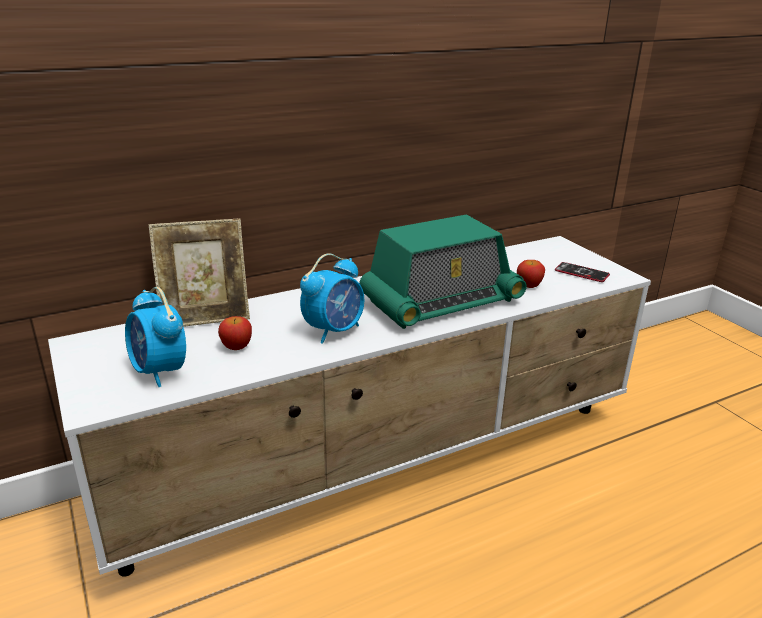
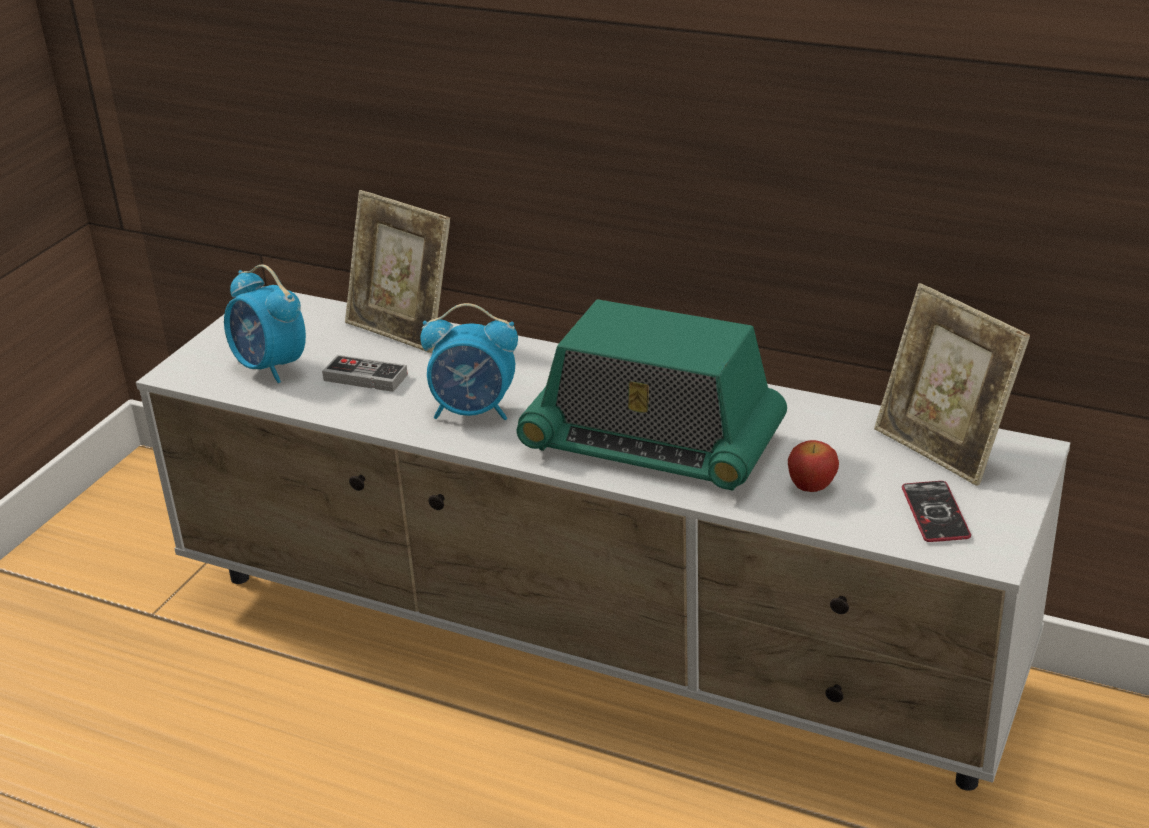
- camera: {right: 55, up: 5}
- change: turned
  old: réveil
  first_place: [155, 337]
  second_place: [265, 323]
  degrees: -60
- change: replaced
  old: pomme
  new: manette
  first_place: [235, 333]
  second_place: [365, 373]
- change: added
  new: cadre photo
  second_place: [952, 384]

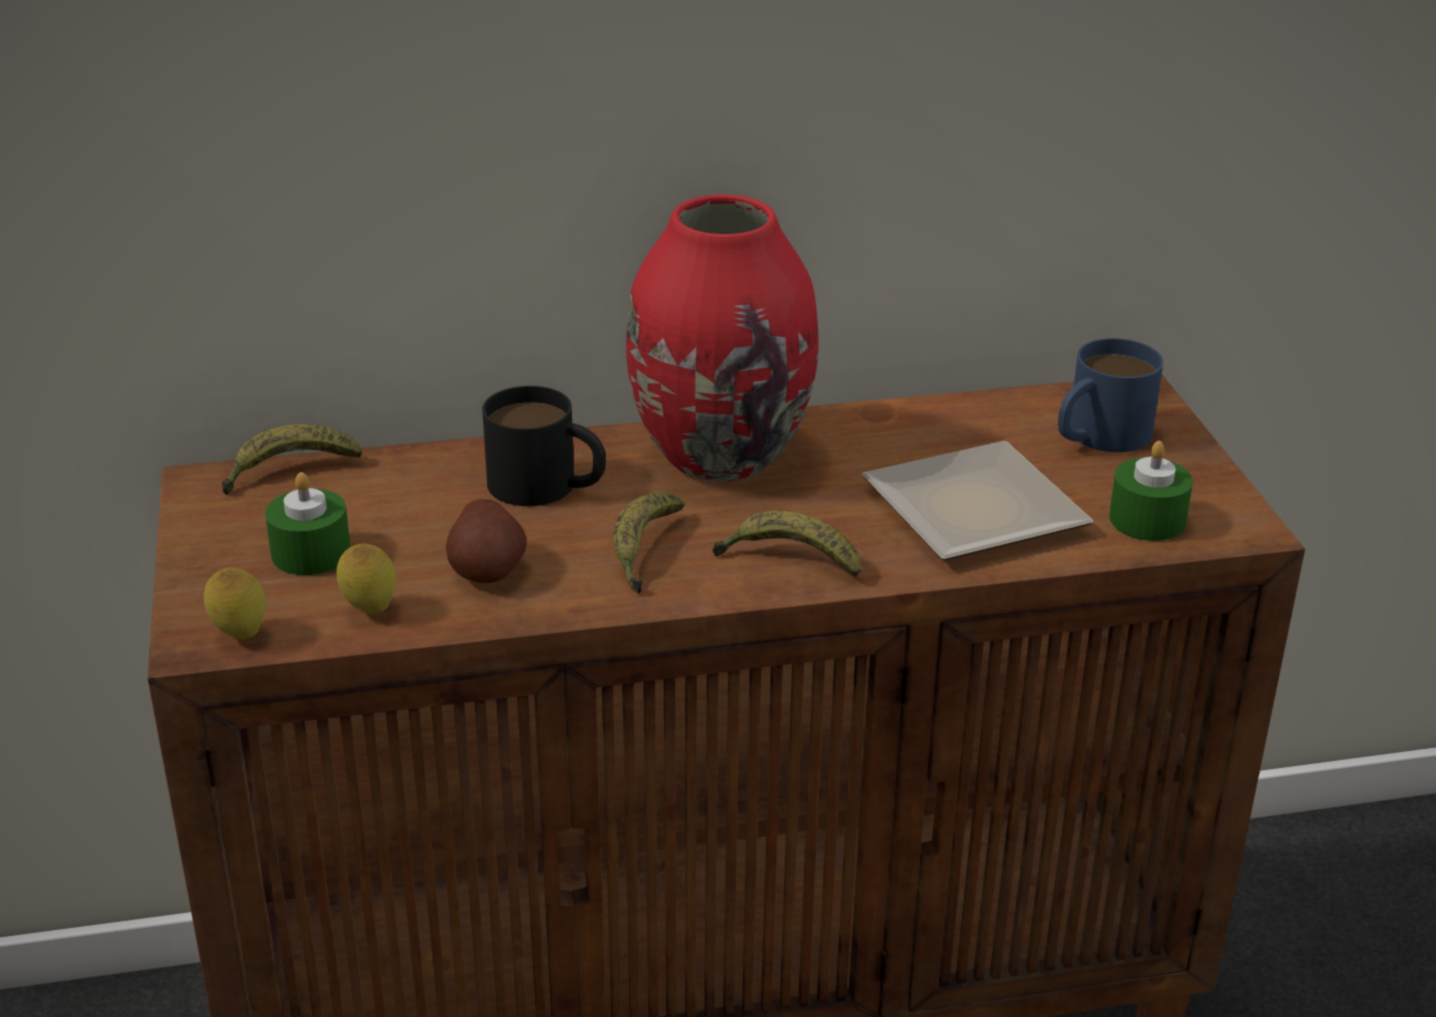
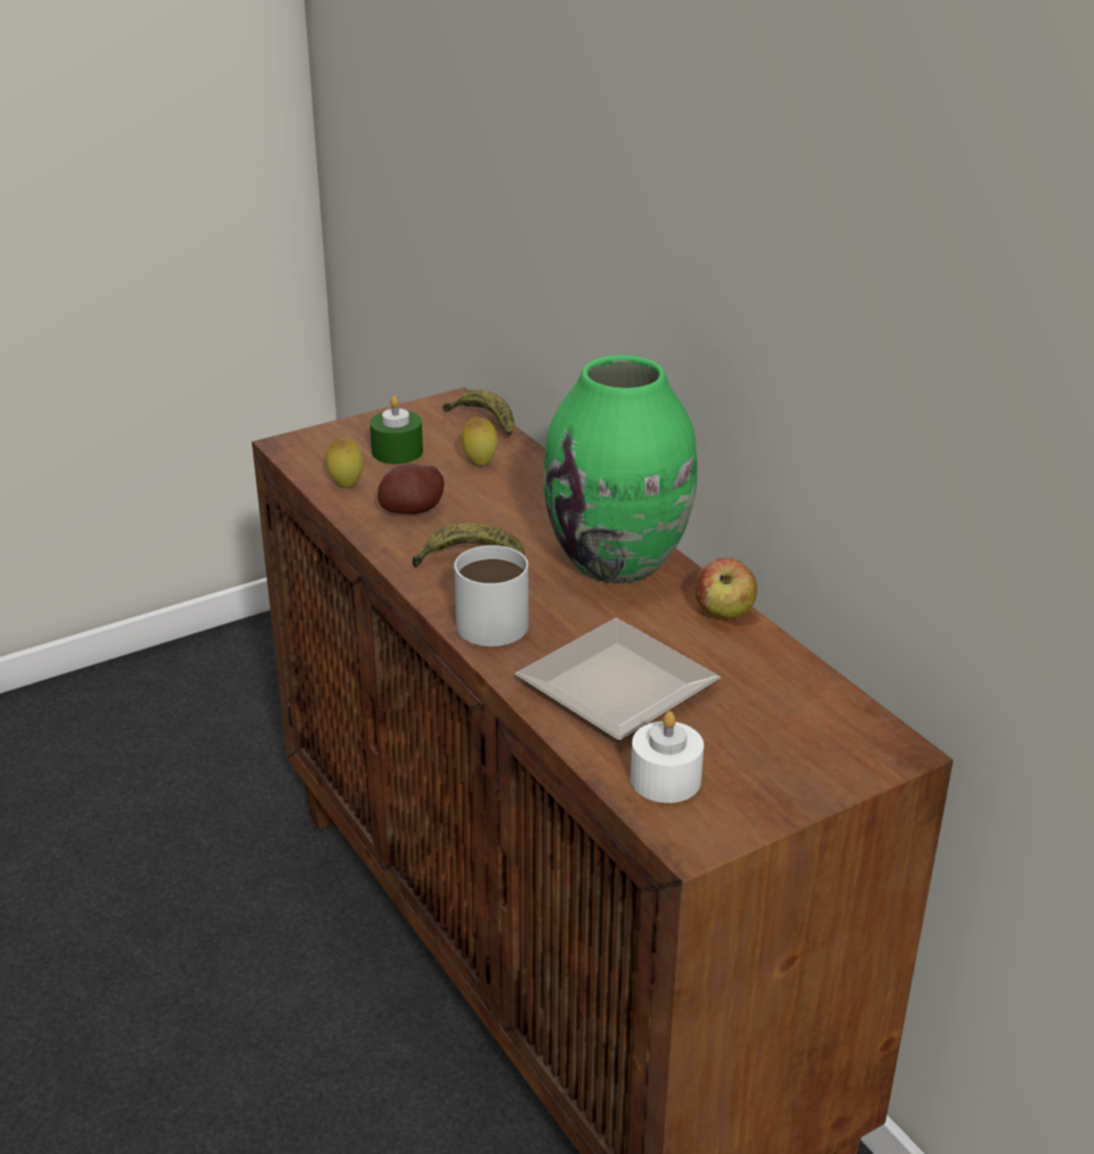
- camera: {right: 70, up: 0}
- change: replaced
  old: banane
  new: mug (blanc)
  first_place: [786, 543]
  second_place: [491, 595]
- change: moved
  old: citron
  first_place: [235, 603]
  second_place: [479, 441]
- change: recoloured
  old: vase (rouge)
  new: vase (vert)
  first_place: [722, 338]
  second_place: [620, 469]
- change: recoloured
  old: bougie (vert)
  new: bougie (blanc)
  first_place: [1151, 491]
  second_place: [667, 757]
- change: added
  new: pomme
  second_place: [726, 588]
- change: removed
  old: mug (noir)
  first_place: [544, 446]
- change: removed
  old: mug (bleu)
  first_place: [1110, 395]

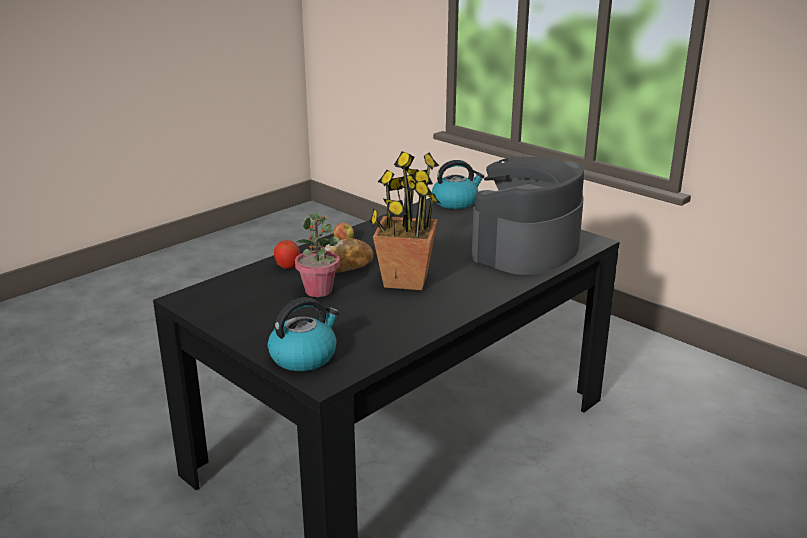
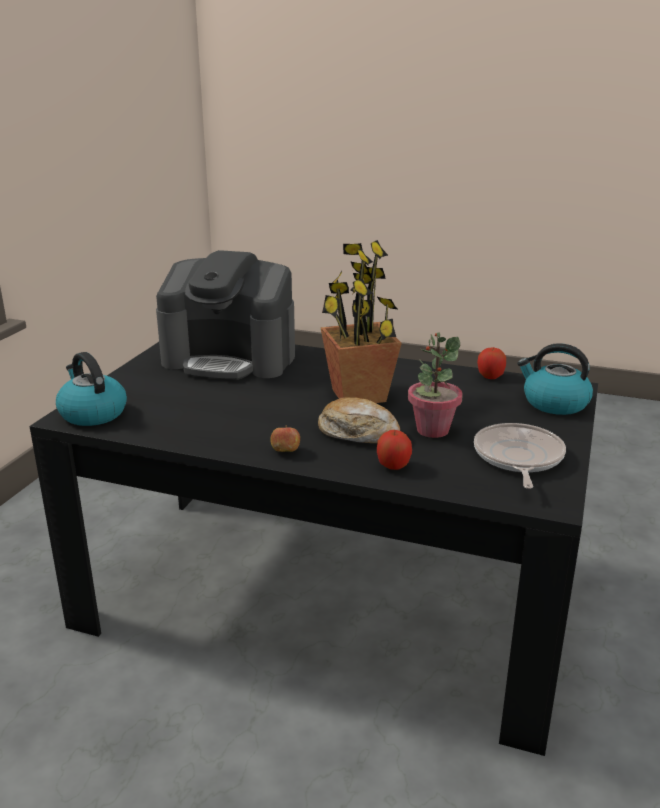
- camera: {right: -115, up: 0}
- change: added
  new: poêle
  second_place: [520, 456]
- change: added
  new: pomme
  second_place: [491, 363]

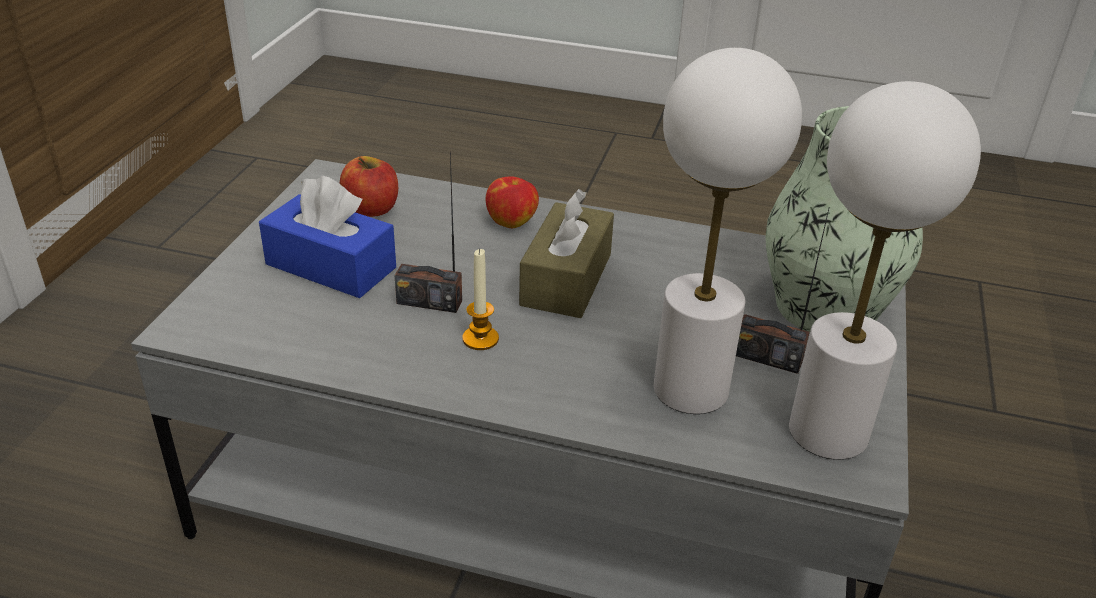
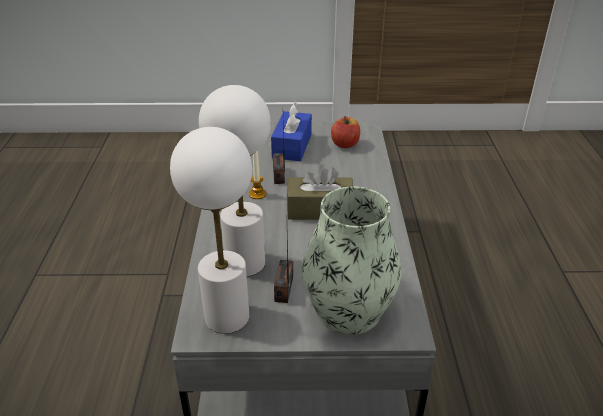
- camera: {right: 75, up: 0}
- change: removed
  old: pomme
  first_place: [512, 202]

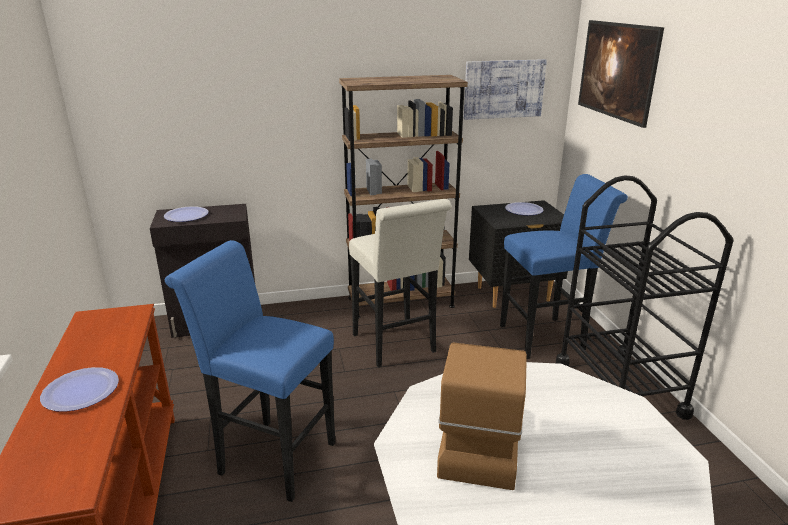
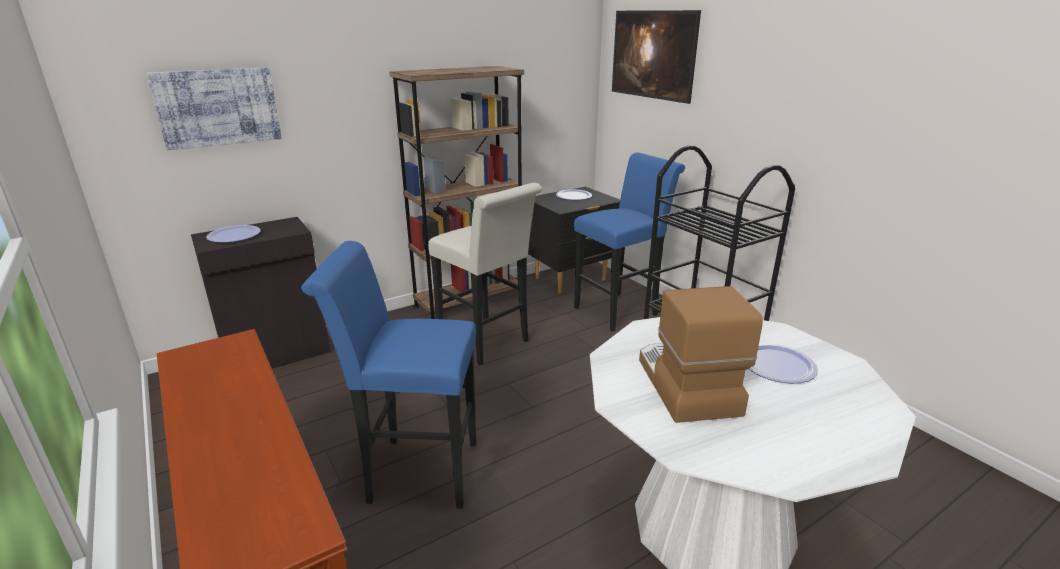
- camera: {right: -20, up: 0}
- change: moved
  old: tableau
  first_place: [505, 89]
  second_place: [214, 108]
- change: moved
  old: assiette
  first_place: [79, 389]
  second_place: [783, 363]

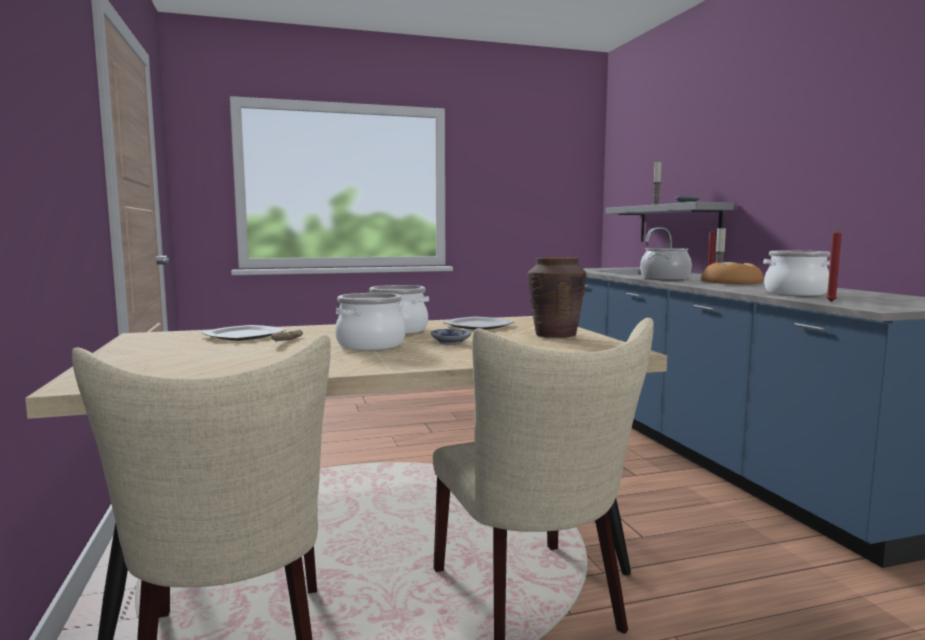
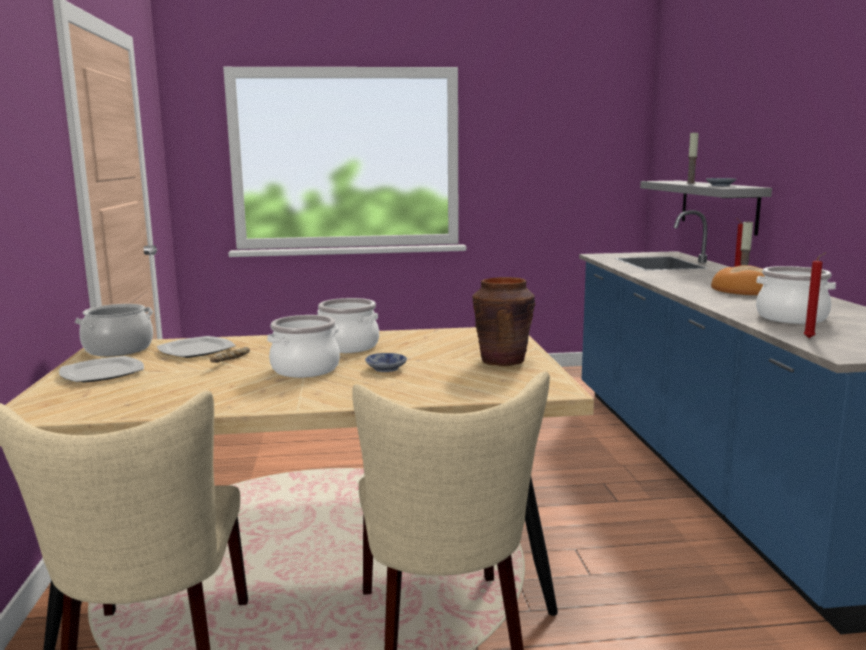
- camera: {right: 10, up: 5}
- change: moved
  old: assiette
  first_place: [478, 323]
  second_place: [101, 369]
- change: moved
  old: marmite
  first_place: [666, 264]
  second_place: [114, 330]

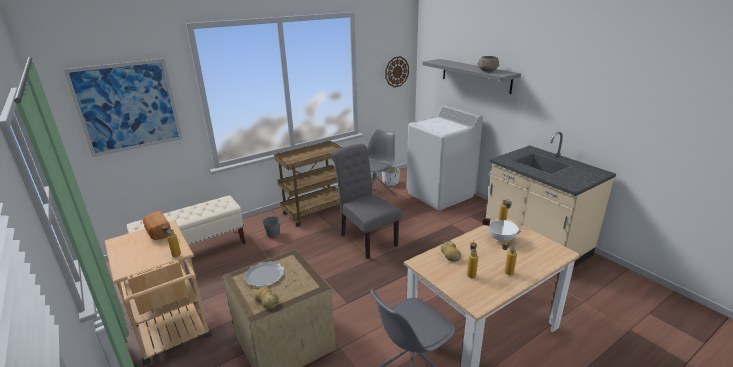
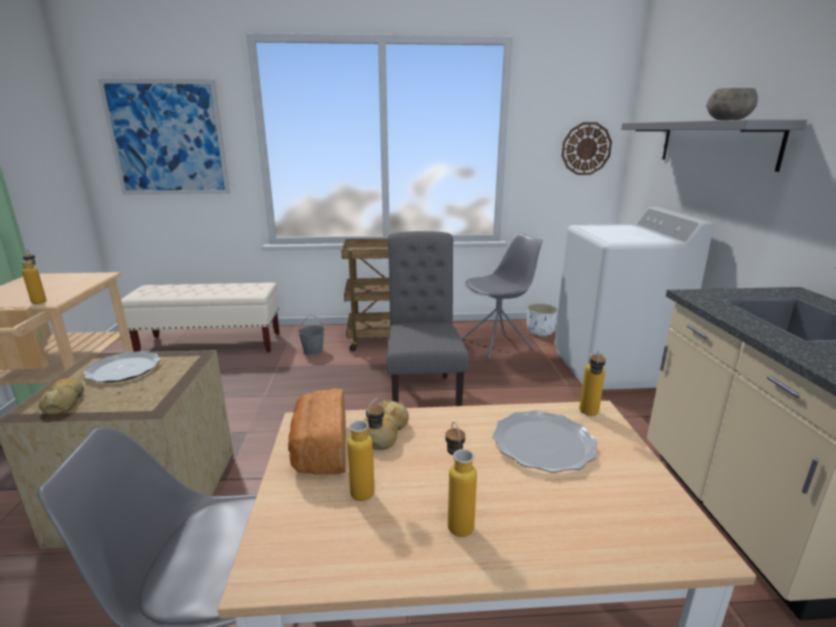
- camera: {right: 30, up: -5}
- change: moved
  old: pain
  first_place: [157, 225]
  second_place: [317, 431]
- change: replaced
  old: marmite (blanc)
  new: assiette
  first_place: [502, 230]
  second_place: [544, 441]

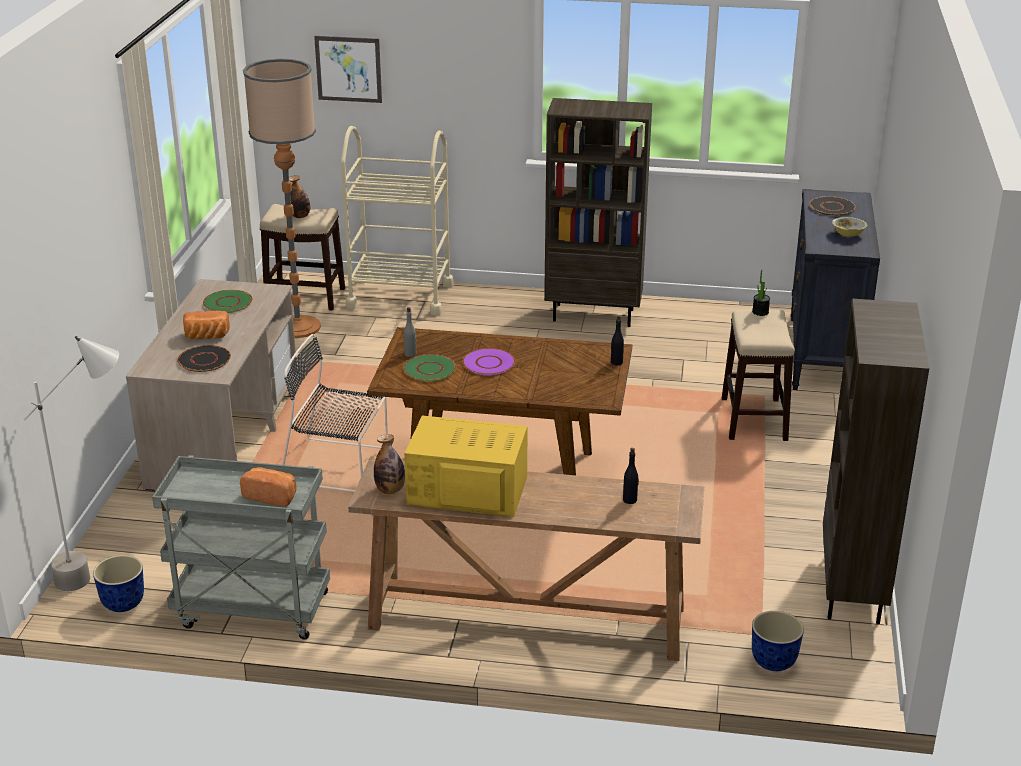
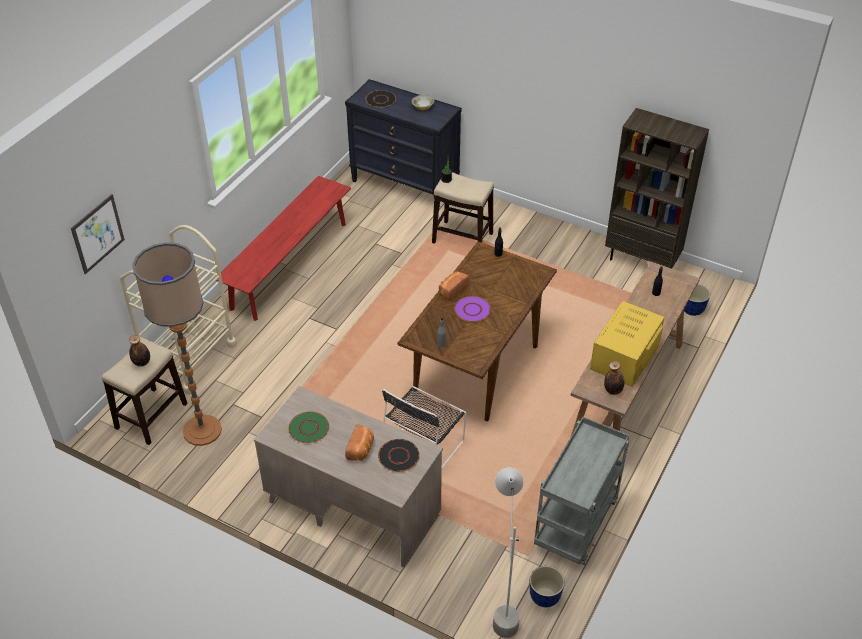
- camera: {right: -70, up: 15}
- change: replaced
  old: bibliothèque (marron)
  new: banc (rouge)
  first_place: [598, 212]
  second_place: [283, 248]
- change: moved
  old: pain
  first_place: [268, 487]
  second_place: [454, 286]
- change: removed
  old: assiette (vert)
  first_place: [429, 368]

